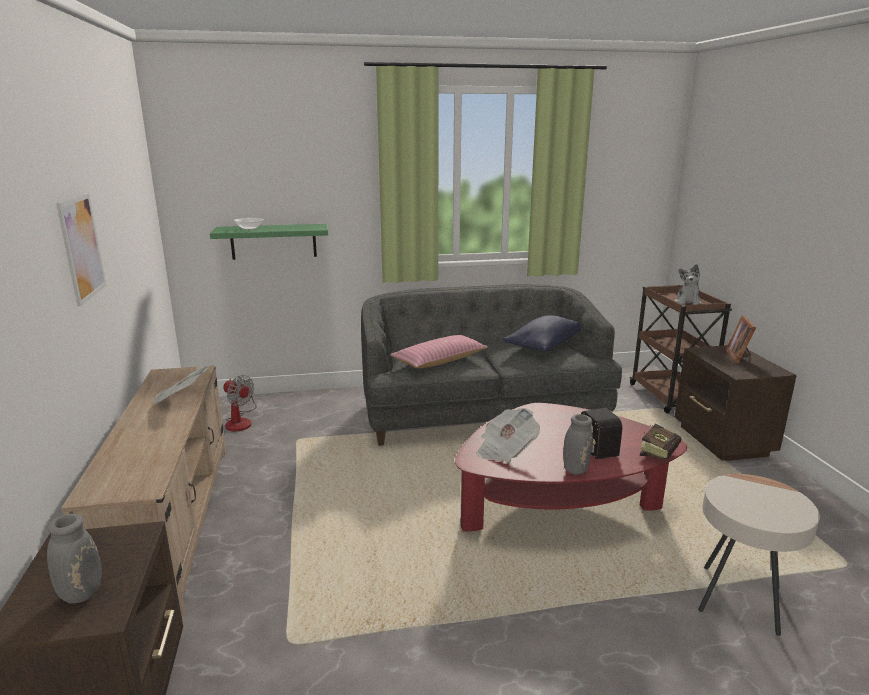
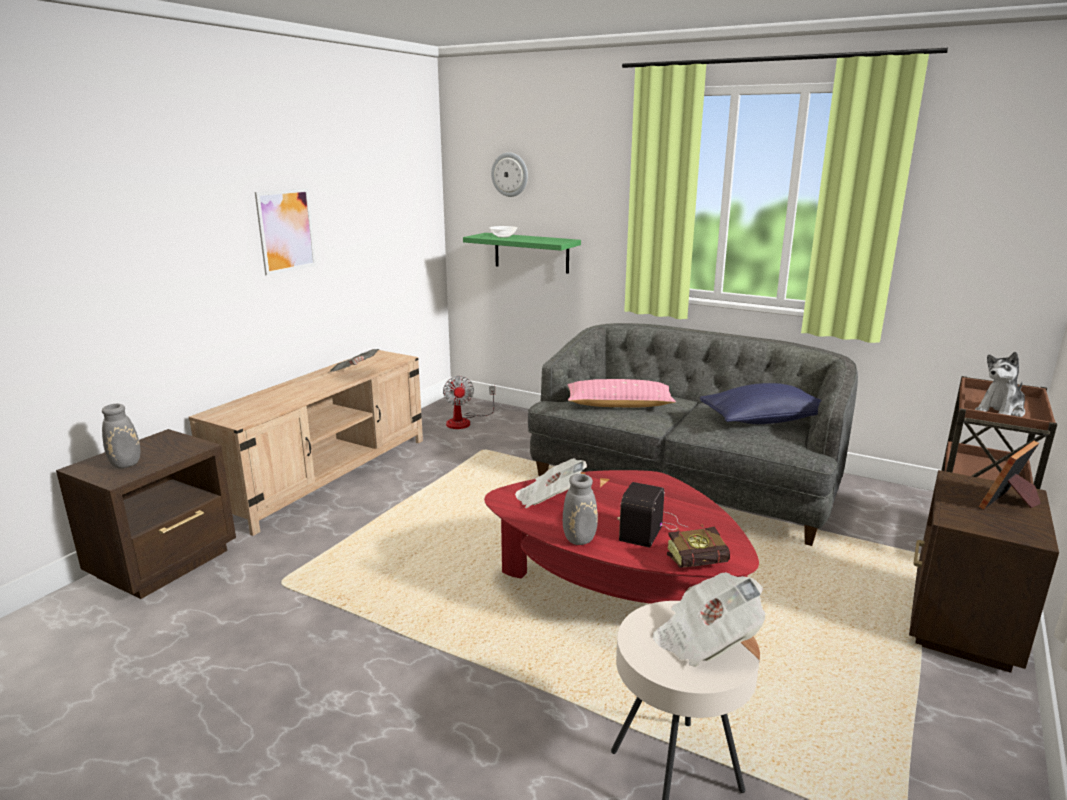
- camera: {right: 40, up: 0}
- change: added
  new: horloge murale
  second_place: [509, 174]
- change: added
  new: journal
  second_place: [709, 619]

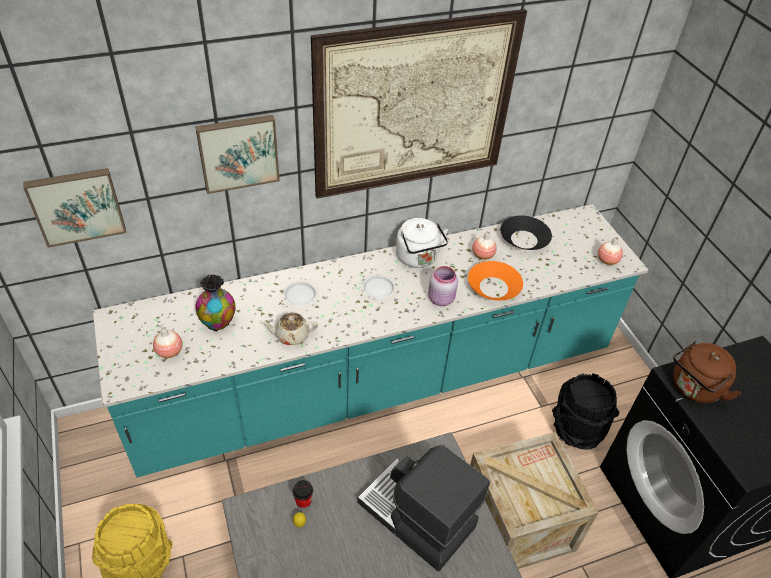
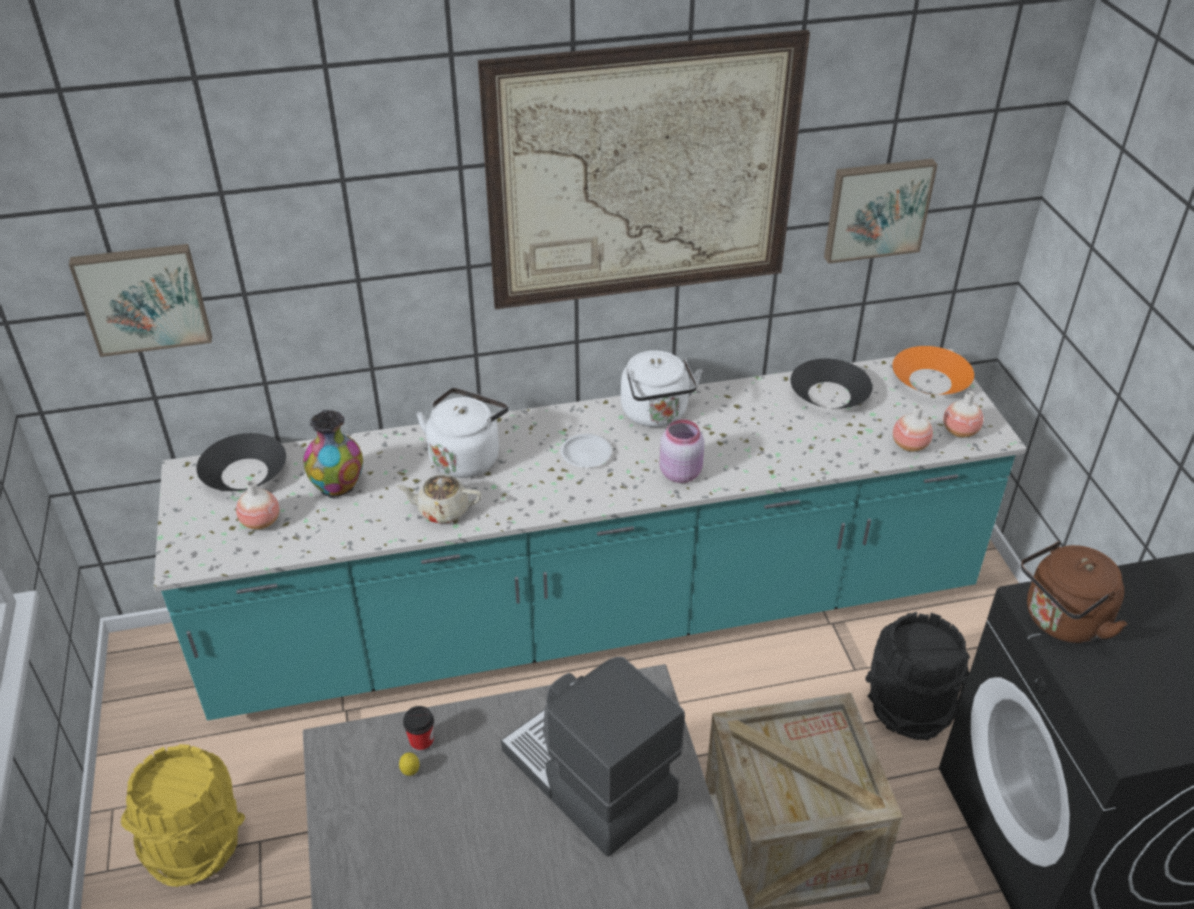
- camera: {right: 10, up: -5}
- change: added
  new: bol (noir)
  second_place: [241, 462]
- change: replaced
  old: assiette (blanc)
  new: bouilloire (blanc)
  first_place: [300, 293]
  second_place: [462, 433]
- change: moved
  old: tableau
  first_place: [237, 154]
  second_place: [881, 211]
- change: moved
  old: bol (orange)
  first_place: [495, 281]
  second_place: [933, 370]
- change: moved
  old: vase
  first_place: [484, 245]
  second_place: [913, 428]

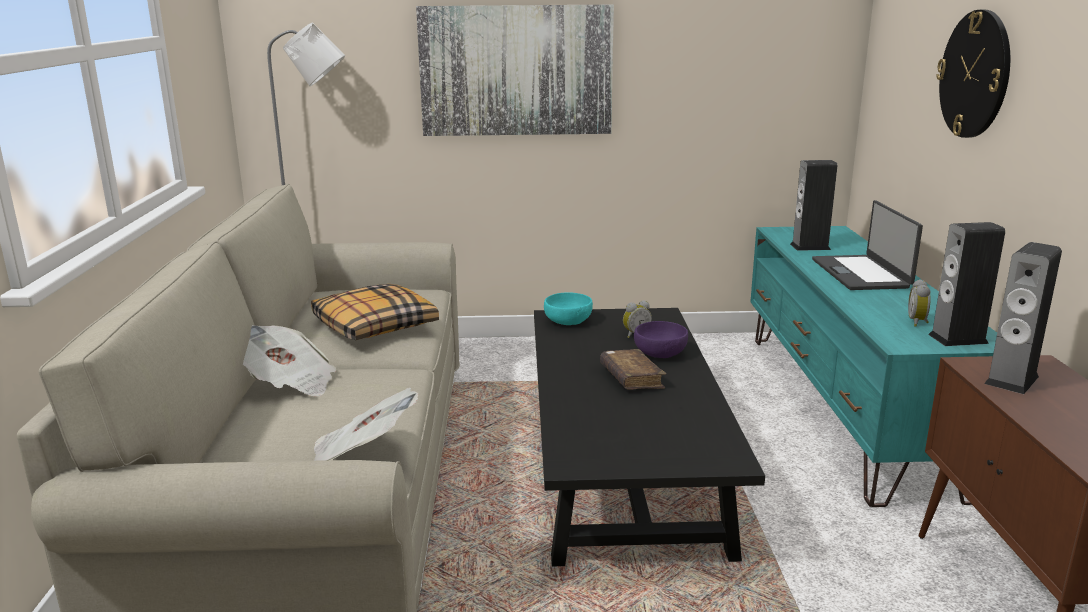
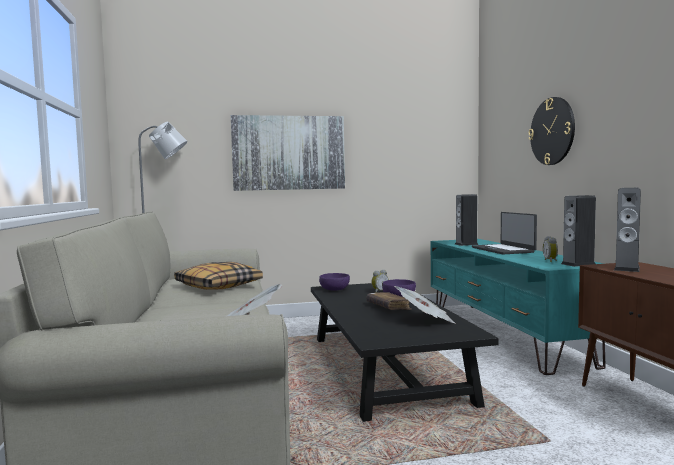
- camera: {right: -10, up: -15}
- change: recoloured
  old: bol (turquoise)
  new: bol (violet)
  first_place: [568, 309]
  second_place: [334, 282]
- change: moved
  old: journal
  first_place: [289, 361]
  second_place: [424, 304]

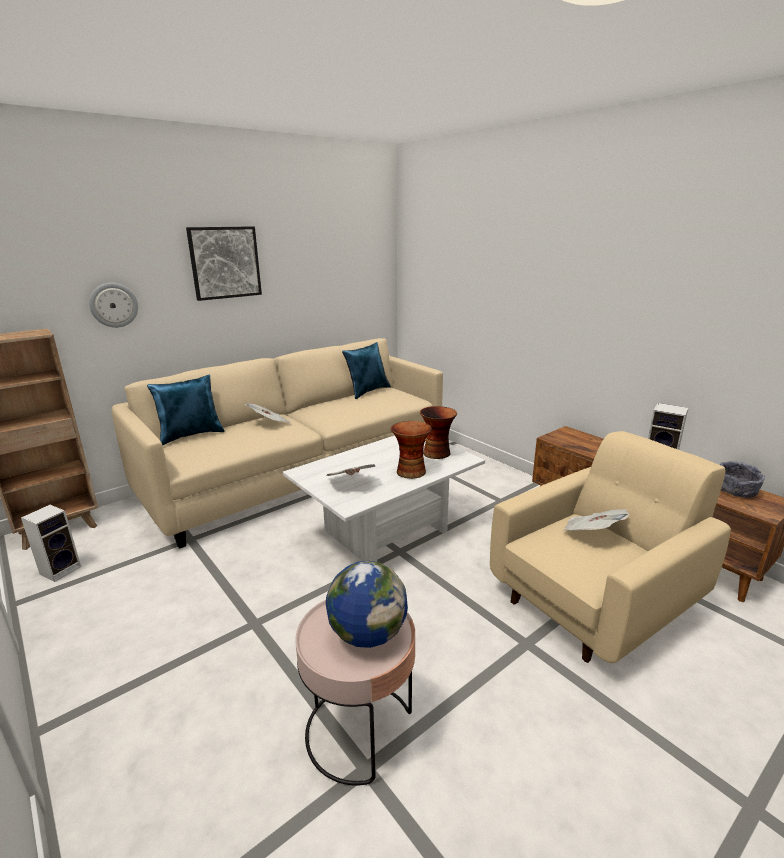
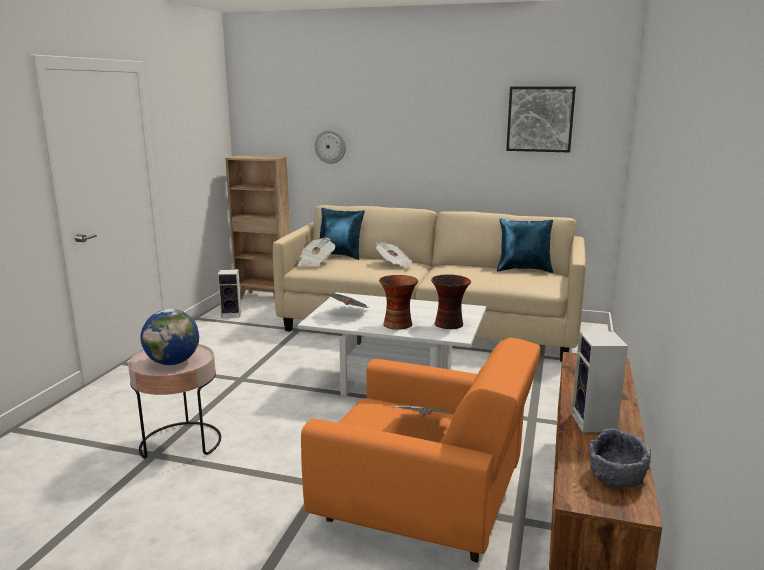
- camera: {right: 55, up: -5}
- change: added
  new: journal
  second_place: [316, 252]
- change: recoloured
  old: fauteuil (beige)
  new: fauteuil (orange)
  first_place: [610, 547]
  second_place: [420, 450]
- change: moved
  old: tableau
  first_place: [224, 263]
  second_place: [541, 120]

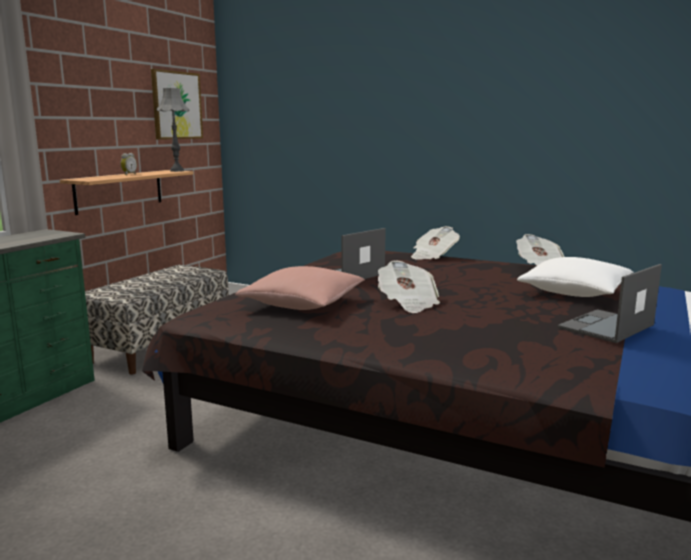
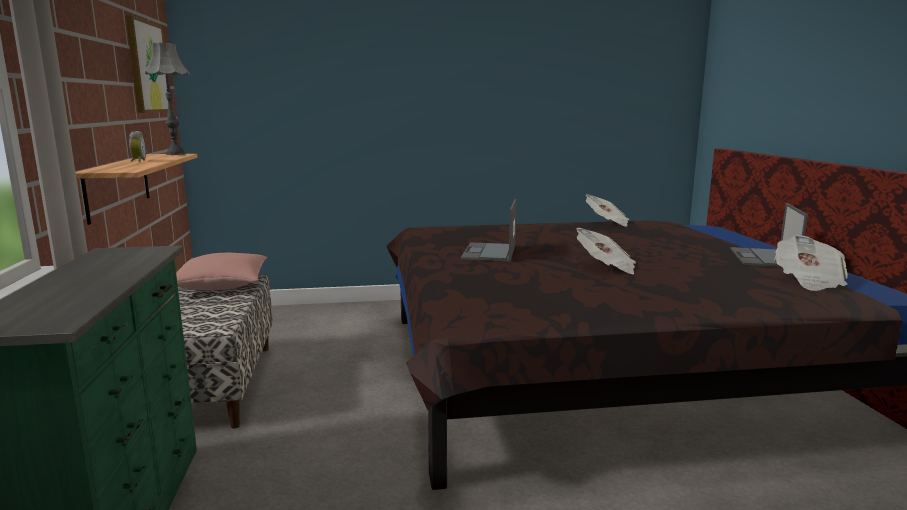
- camera: {right: -35, up: 0}
- change: moved
  old: coussin (rose)
  first_place: [300, 288]
  second_place: [221, 271]
- change: moved
  old: journal
  first_place: [435, 243]
  second_place: [811, 263]
- change: removed
  old: coussin (blanc)
  first_place: [575, 277]

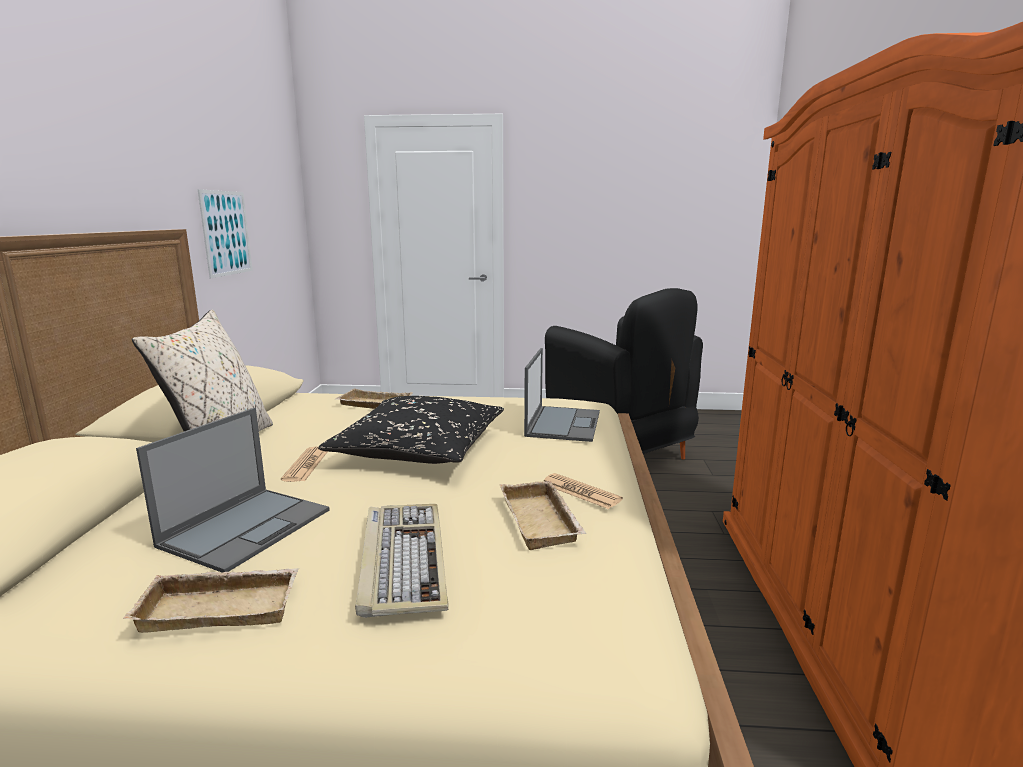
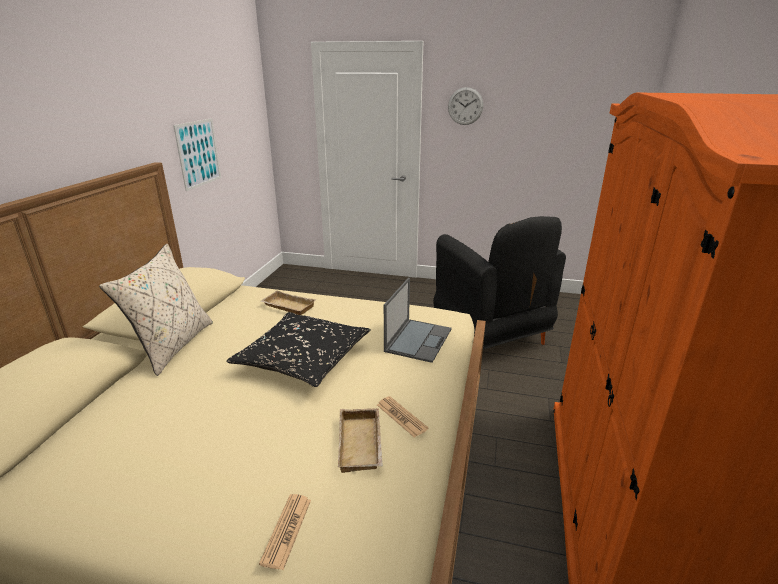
- camera: {right: 10, up: 10}
- change: moved
  old: journal
  first_place: [304, 464]
  second_place: [285, 532]
- change: added
  new: horloge murale
  second_place: [465, 106]
- change: removed
  old: plateau (beige)
  first_place: [211, 600]
- change: removed
  old: ordinateur portable
  first_place: [233, 490]
- change: removed
  old: clavier
  first_place: [401, 561]

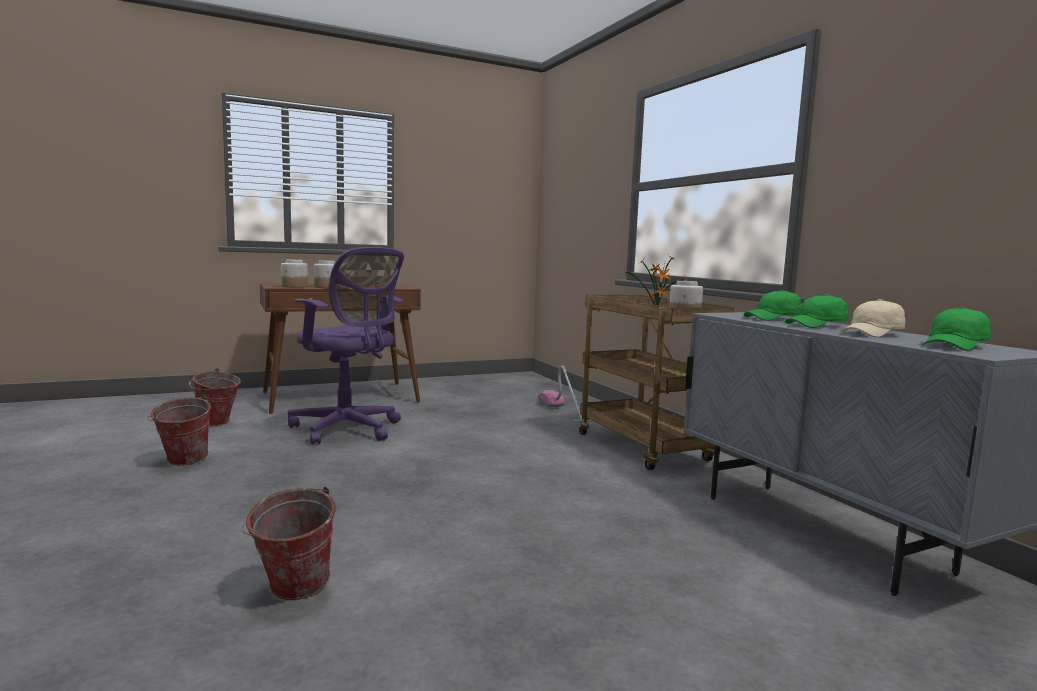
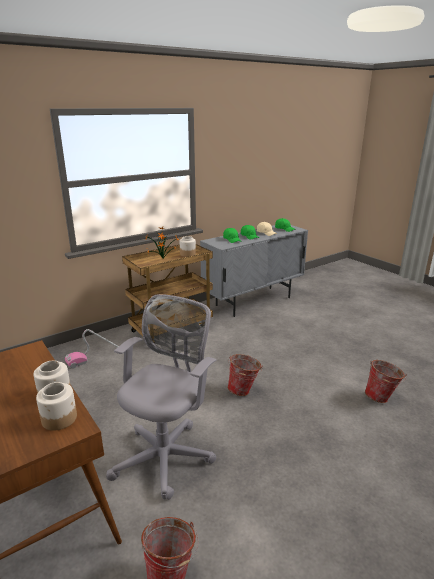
- camera: {right: -100, up: 15}
- change: recoloured
  old: chaise de bureau (violet)
  new: chaise de bureau (gris)
  first_place: [346, 346]
  second_place: [161, 397]
- change: moved
  old: seau
  first_place: [179, 430]
  second_place: [245, 375]

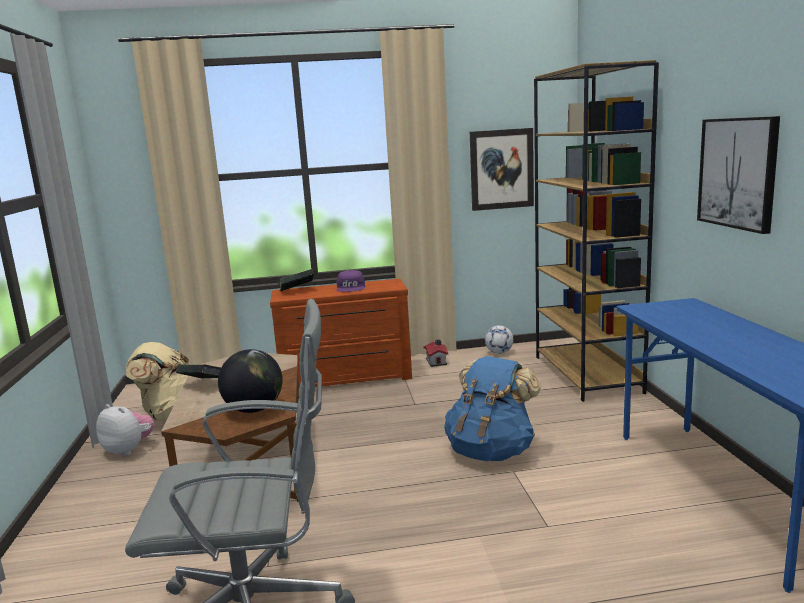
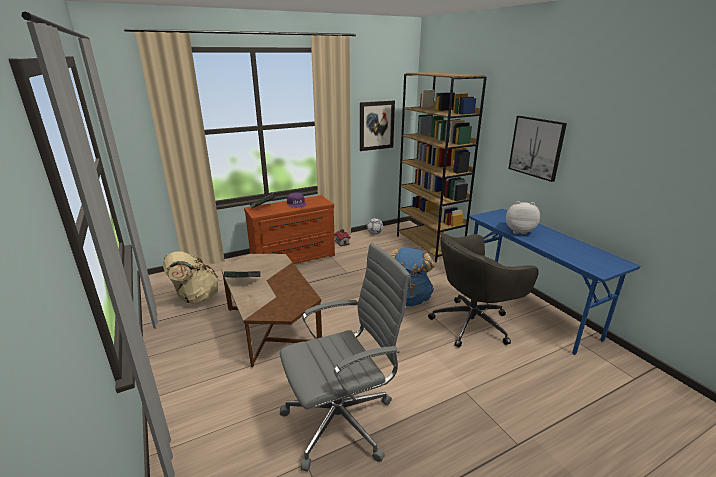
- camera: {right: -20, up: 10}
- change: added
  new: chaise de bureau (gris)
  second_place: [483, 290]
- change: moved
  old: peluche
  first_place: [125, 430]
  second_place: [523, 218]
- change: removed
  old: globe
  first_place: [250, 381]

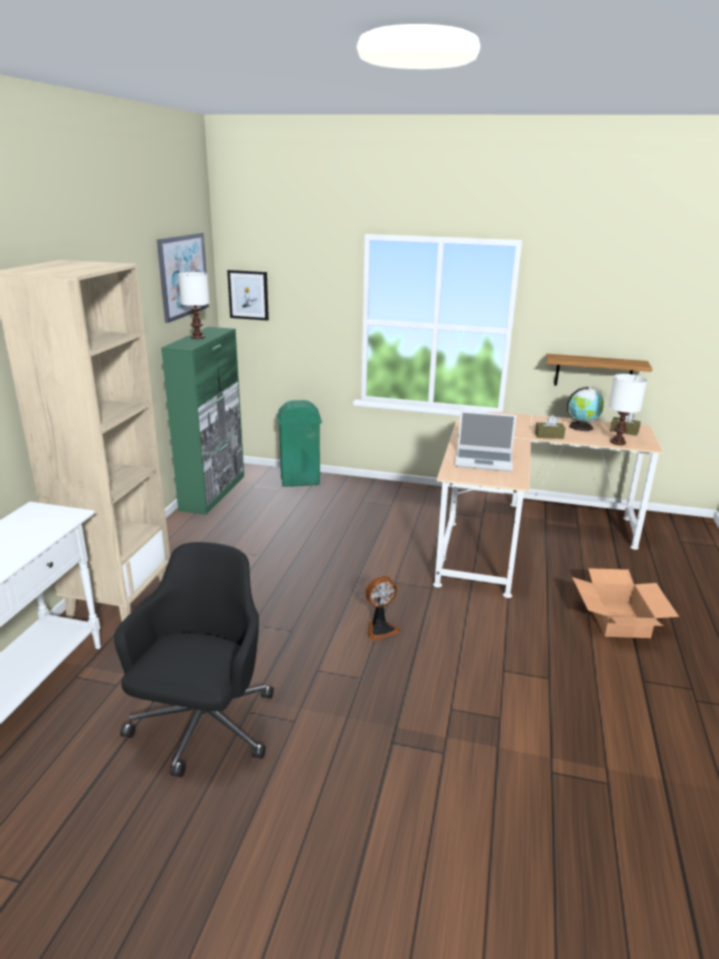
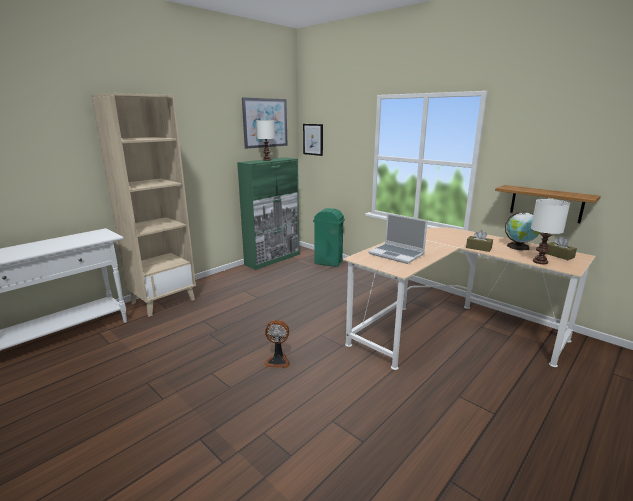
- camera: {right: 30, up: -5}
- change: removed
  old: chaise de bureau (noir)
  first_place: [194, 659]
- change: removed
  old: carton
  first_place: [625, 603]

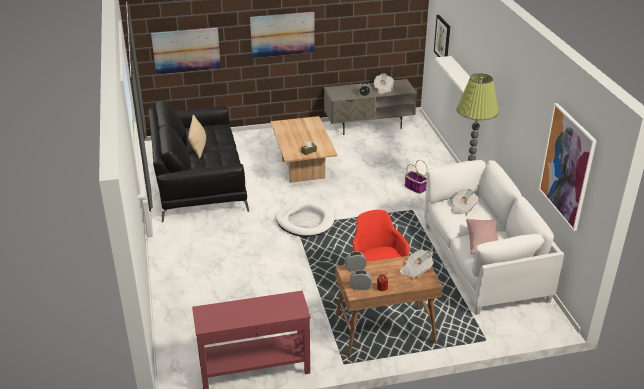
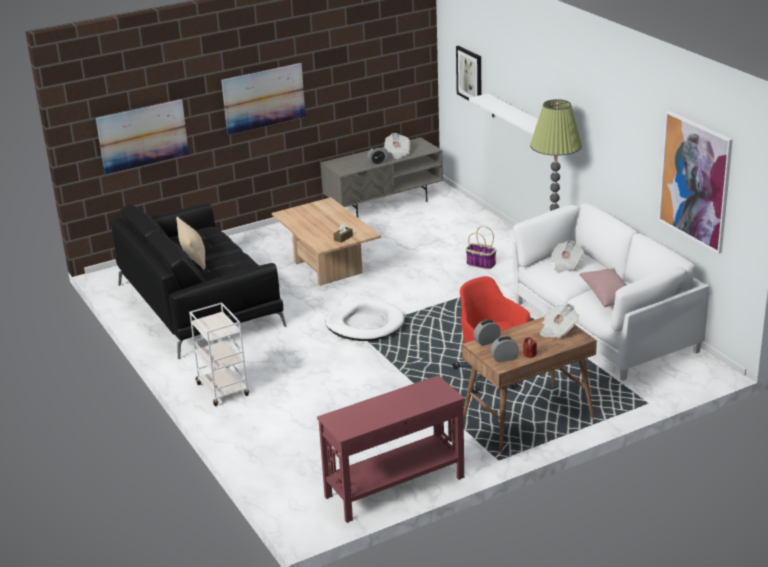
- camera: {right: -15, up: -5}
- change: added
  new: chariot (blanc)
  second_place: [219, 354]

